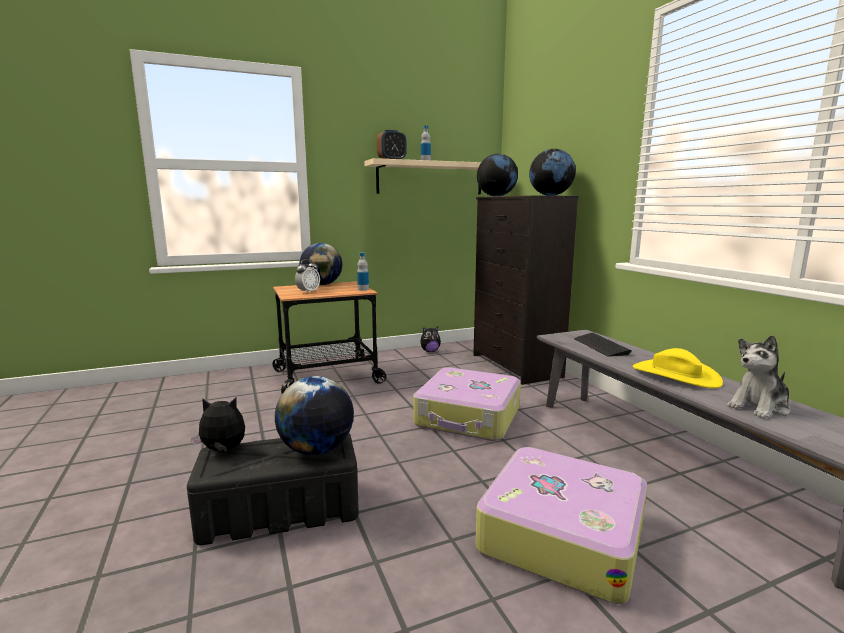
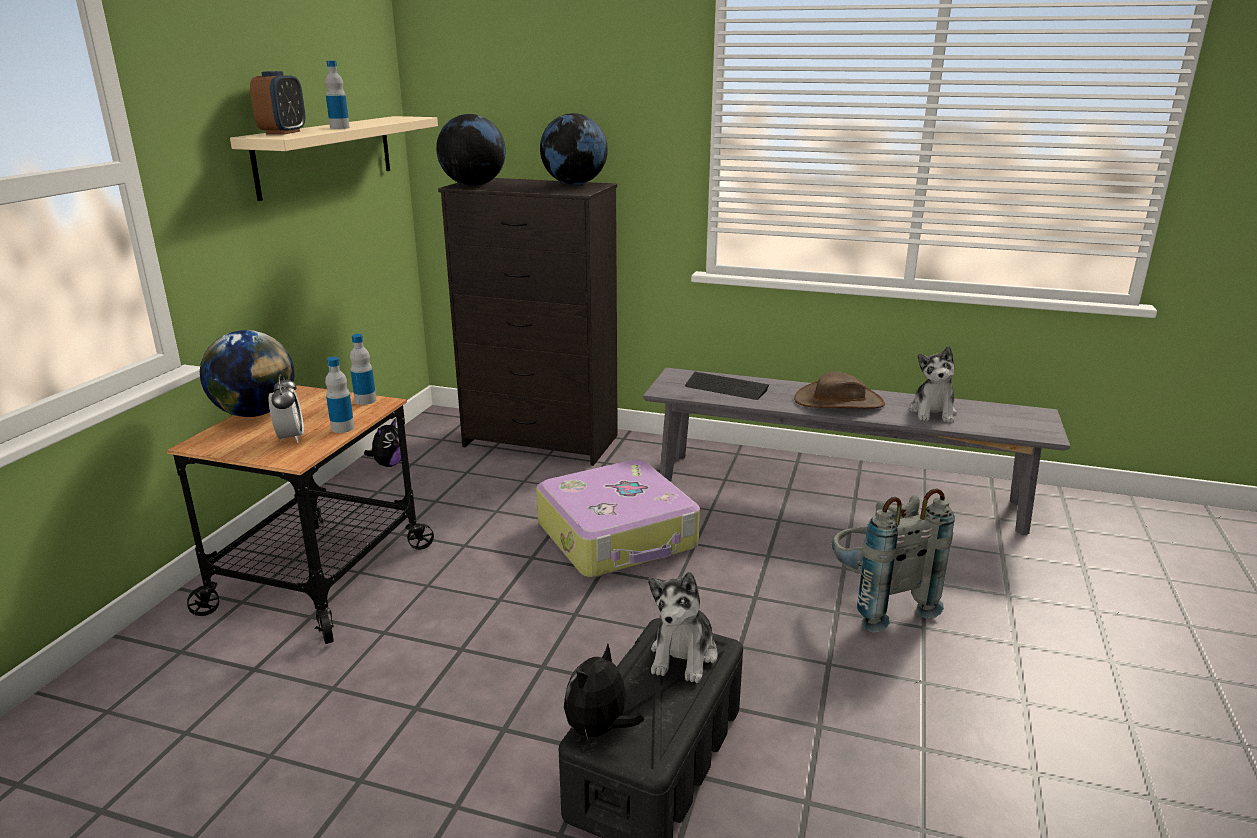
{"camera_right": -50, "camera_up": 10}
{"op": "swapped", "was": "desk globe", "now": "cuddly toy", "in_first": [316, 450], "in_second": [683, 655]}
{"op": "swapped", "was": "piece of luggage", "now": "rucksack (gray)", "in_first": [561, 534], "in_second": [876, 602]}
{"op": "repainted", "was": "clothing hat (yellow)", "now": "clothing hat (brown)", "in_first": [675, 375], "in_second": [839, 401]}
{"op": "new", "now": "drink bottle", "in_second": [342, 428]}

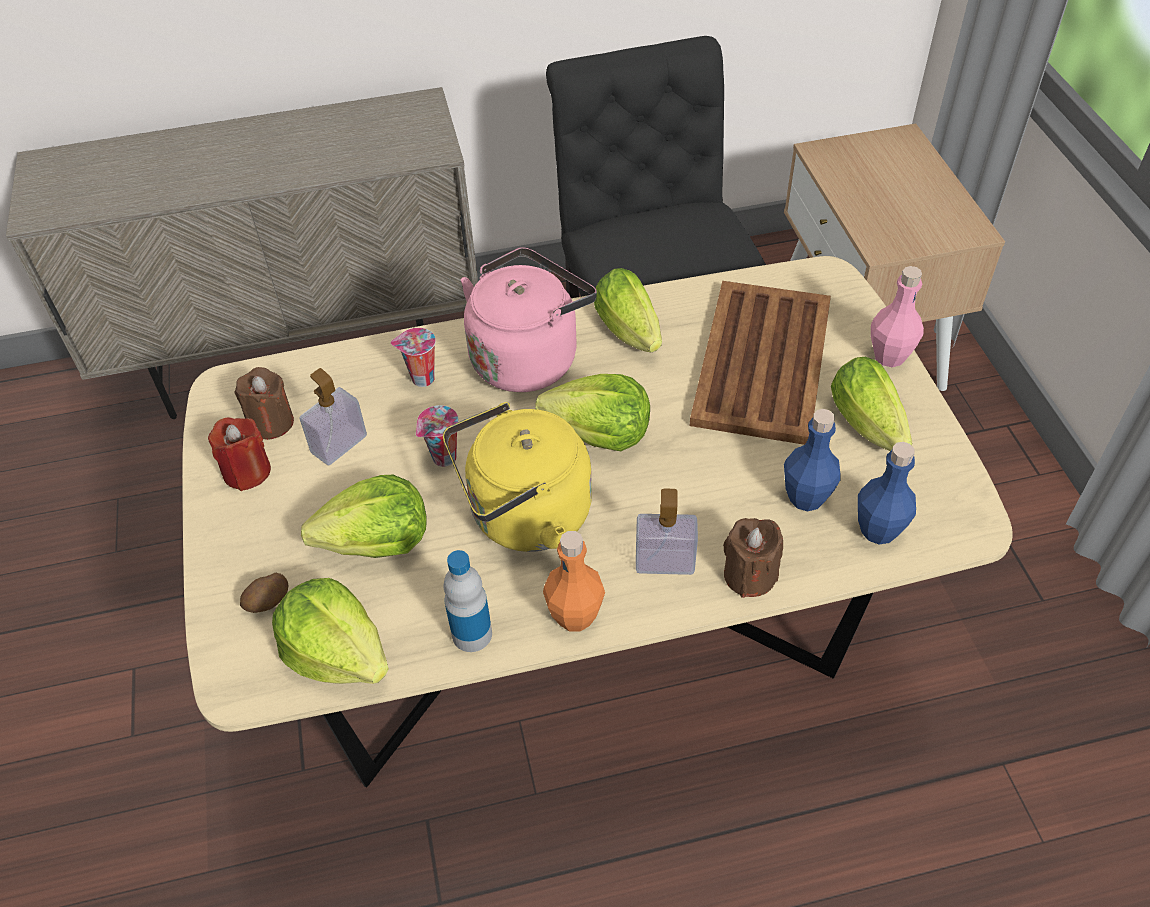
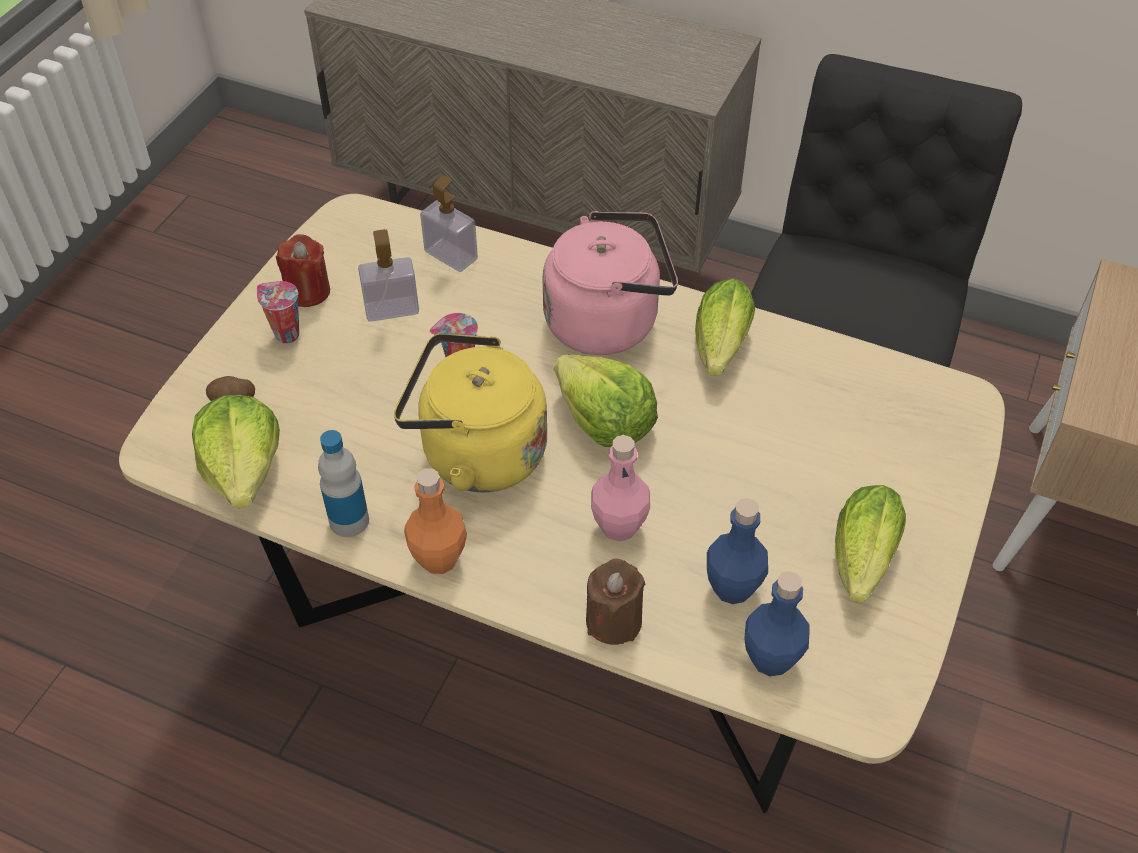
{"camera_right": 35, "camera_up": 0}
{"op": "gone", "was": "candle (brown)", "in_first": [271, 422]}
{"op": "gone", "was": "lettuce head", "in_first": [377, 542]}
{"op": "shifted", "was": "small cup", "in_first": [421, 379], "in_second": [285, 334]}
{"op": "shifted", "was": "liquid soap bottle", "in_first": [664, 562], "in_second": [451, 255]}
{"op": "gone", "was": "carrying tray (brown)", "in_first": [763, 360]}
{"op": "shifted", "was": "drink bottle (pink)", "in_first": [889, 356], "in_second": [619, 526]}

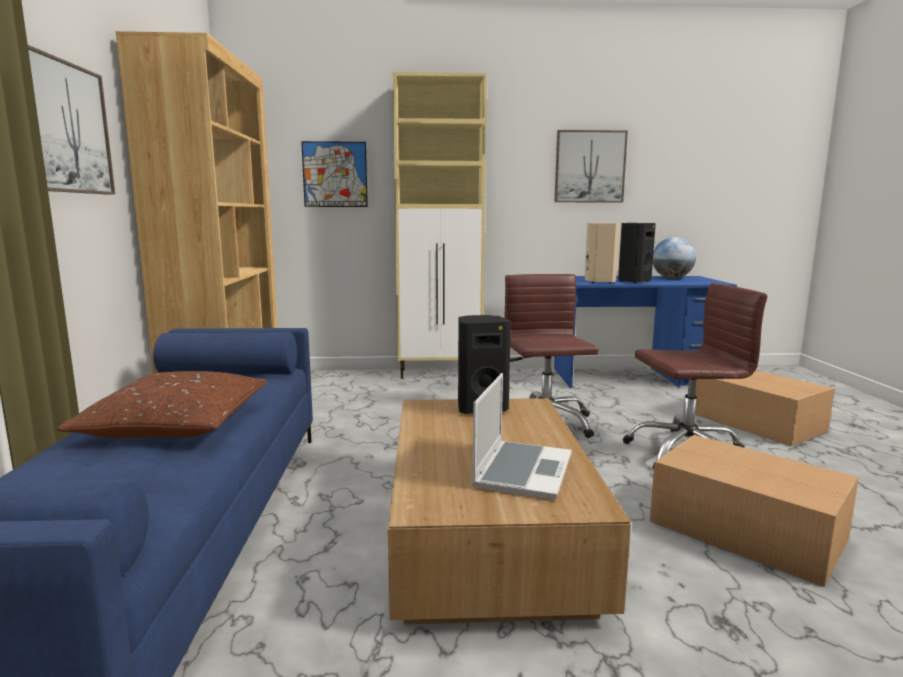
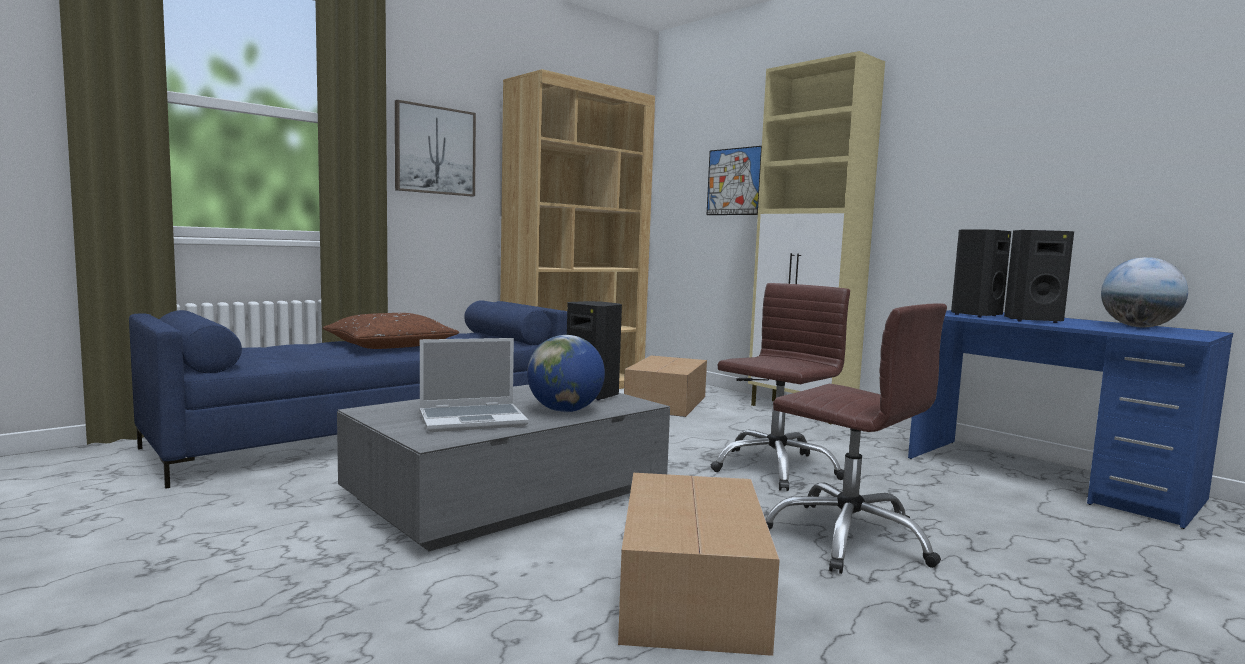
{"camera_right": 50, "camera_up": -5}
{"op": "repainted", "was": "lounge table (brown)", "now": "lounge table (gray)", "in_first": [487, 531], "in_second": [510, 493]}
{"op": "gone", "was": "wall art", "in_first": [589, 167]}
{"op": "repainted", "was": "audio speaker (beige)", "now": "audio speaker (blackish)", "in_first": [599, 281], "in_second": [974, 315]}
{"op": "shifted", "was": "carton", "in_first": [755, 421], "in_second": [667, 403]}
{"op": "new", "now": "desk globe", "in_second": [565, 411]}

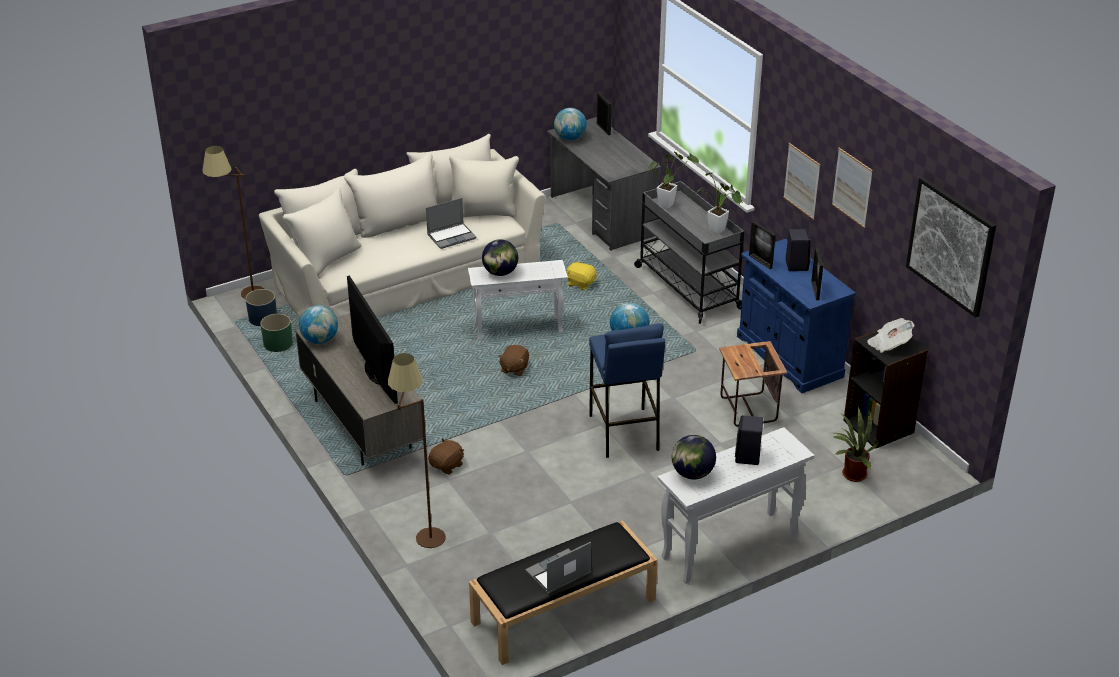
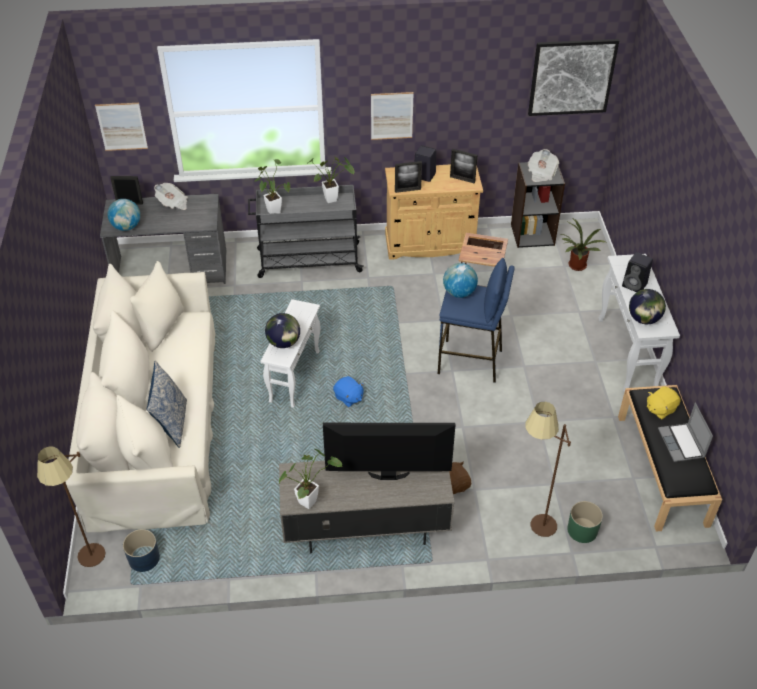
{"camera_right": -65, "camera_up": 10}
{"op": "shifted", "was": "flower pot (greenish)", "in_first": [278, 344], "in_second": [582, 530]}
{"op": "swapped", "was": "desk globe", "now": "plant in a pot", "in_first": [320, 340], "in_second": [310, 499]}
{"op": "gone", "was": "notebook computer", "in_first": [451, 236]}
{"op": "repainted", "was": "cuddly toy (brown)", "now": "cuddly toy (bluish)", "in_first": [514, 369], "in_second": [348, 398]}
{"op": "shifted", "was": "cuddly toy (yellow)", "in_first": [580, 284], "in_second": [660, 409]}
{"op": "repainted", "was": "cupboard (bluish)", "now": "cupboard (beige)", "in_first": [789, 356], "in_second": [430, 244]}
{"op": "shifted", "was": "wall art", "in_first": [852, 187], "in_second": [122, 126]}
{"op": "new", "now": "cushion", "in_second": [171, 423]}
{"op": "new", "now": "daily paper", "in_second": [173, 203]}

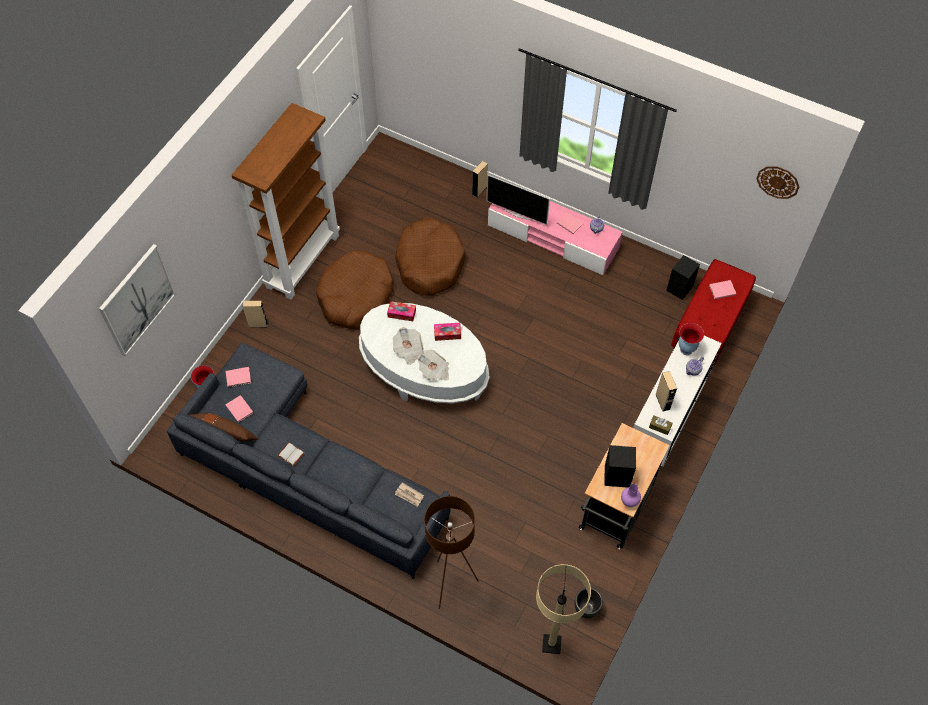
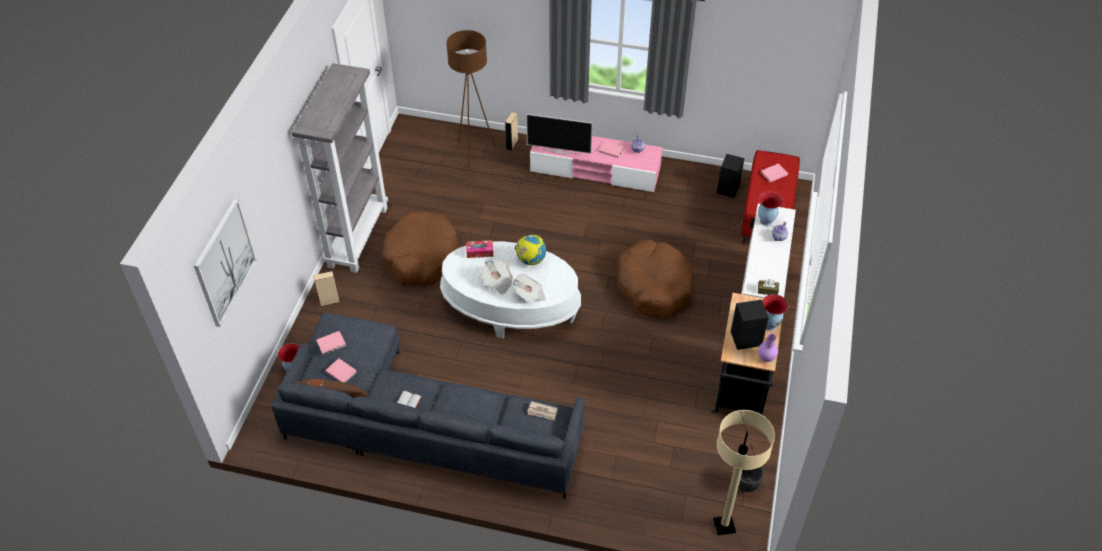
{"camera_right": -15, "camera_up": -10}
{"op": "repainted", "was": "shelving unit (brown)", "now": "shelving unit (gray)", "in_first": [302, 260], "in_second": [357, 236]}
{"op": "shifted", "was": "dog cushion (brown)", "in_first": [429, 263], "in_second": [654, 286]}
{"op": "shifted", "was": "floor lamp (brown)", "in_first": [451, 583], "in_second": [474, 152]}
{"op": "swapped", "was": "tissue box", "now": "desk globe", "in_first": [447, 334], "in_second": [531, 260]}
{"op": "gone", "was": "audio speaker (beige)", "in_first": [662, 401]}
{"op": "gone", "was": "wall clock", "in_first": [778, 182]}
{"op": "new", "now": "vase", "in_second": [769, 325]}

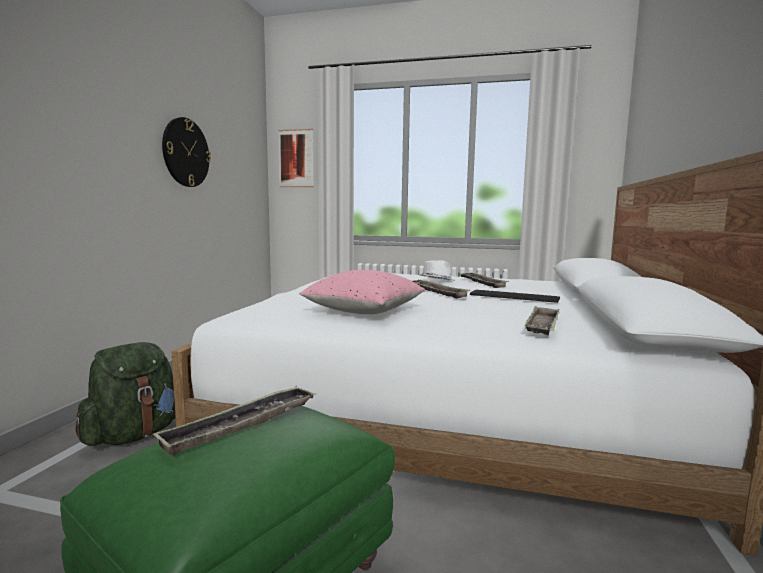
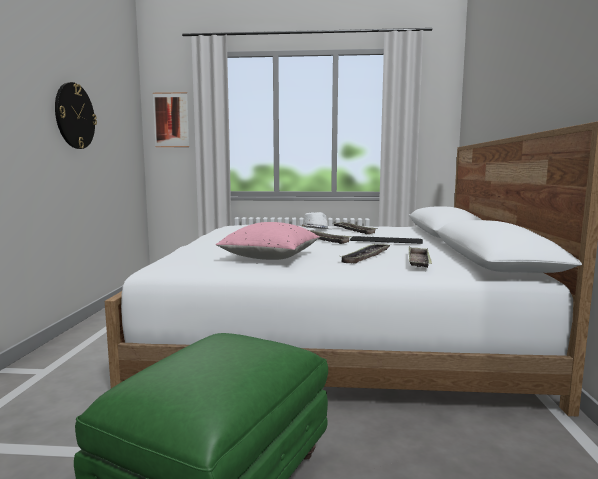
{"camera_right": -10, "camera_up": 0}
{"op": "gone", "was": "rucksack (greenish)", "in_first": [135, 435]}
{"op": "shifted", "was": "carrying tray", "in_first": [242, 425], "in_second": [366, 257]}

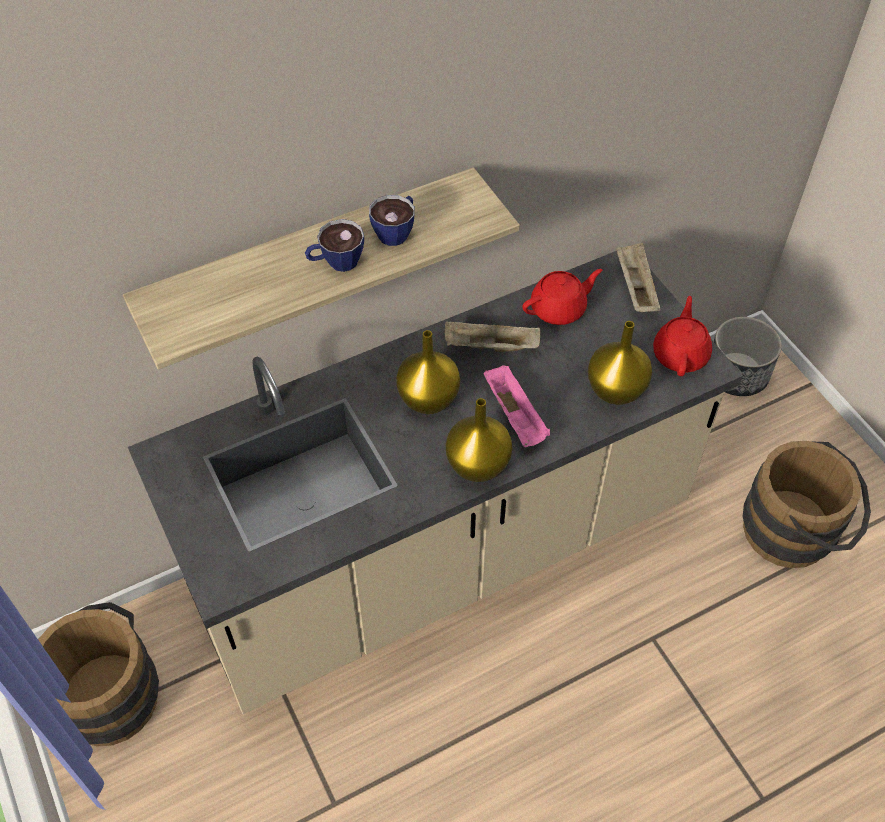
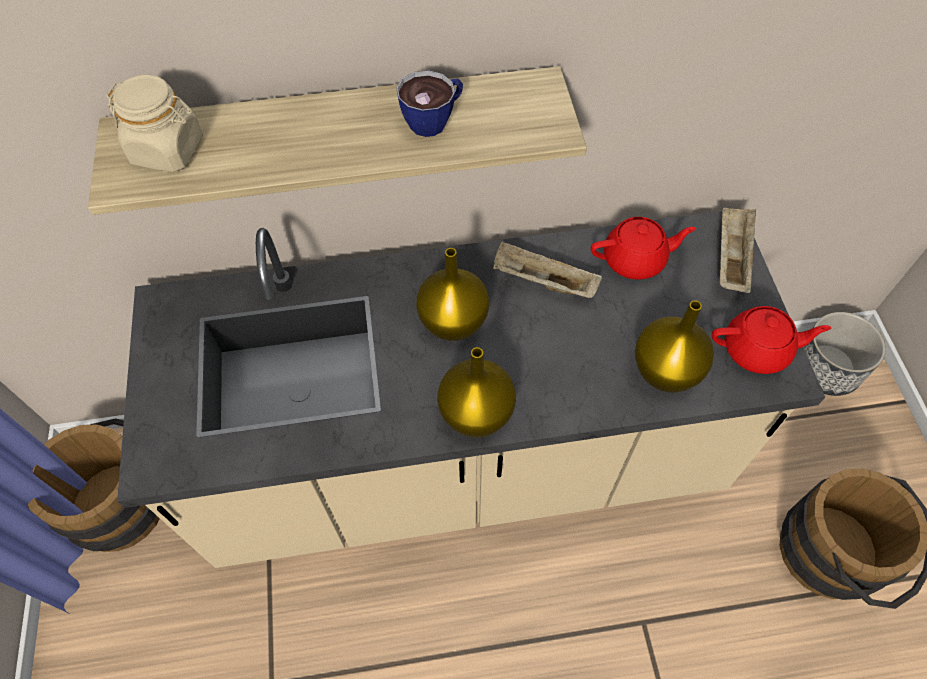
{"camera_right": 20, "camera_up": 5}
{"op": "gone", "was": "small cup", "in_first": [336, 262]}
{"op": "gone", "was": "carrying tray (pink)", "in_first": [516, 416]}
{"op": "rotated", "was": "pot for tea (red)", "in_first": [680, 354], "in_second": [757, 350], "clockwise": 60}
{"op": "new", "now": "storage jar (beige)", "in_second": [168, 150]}

